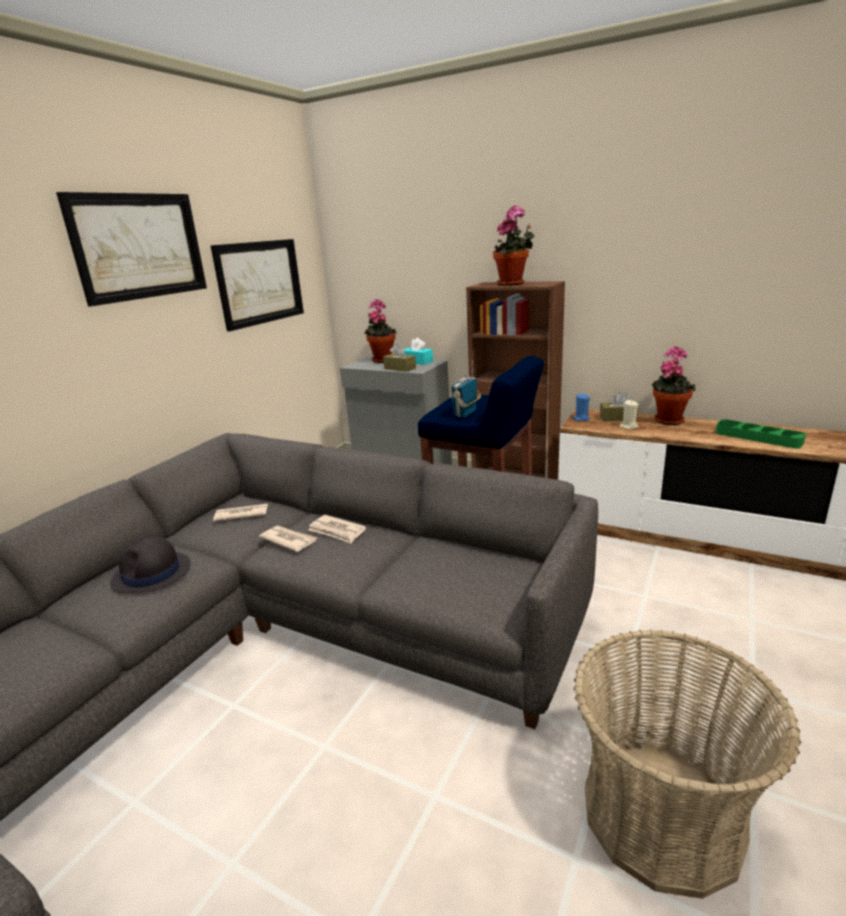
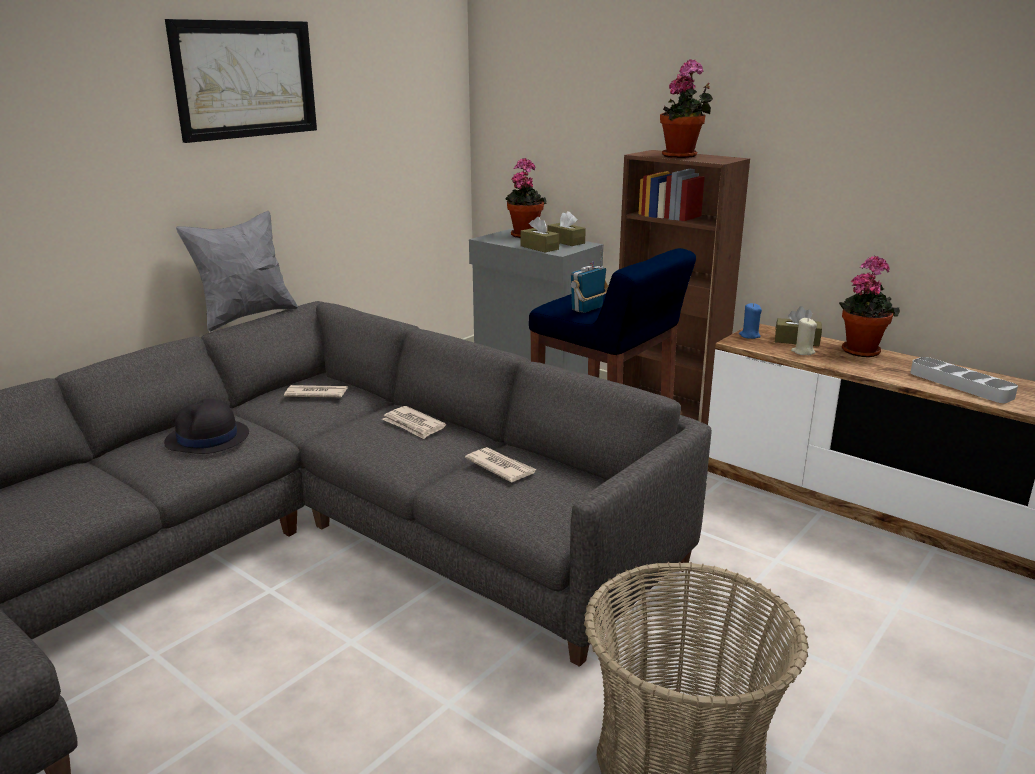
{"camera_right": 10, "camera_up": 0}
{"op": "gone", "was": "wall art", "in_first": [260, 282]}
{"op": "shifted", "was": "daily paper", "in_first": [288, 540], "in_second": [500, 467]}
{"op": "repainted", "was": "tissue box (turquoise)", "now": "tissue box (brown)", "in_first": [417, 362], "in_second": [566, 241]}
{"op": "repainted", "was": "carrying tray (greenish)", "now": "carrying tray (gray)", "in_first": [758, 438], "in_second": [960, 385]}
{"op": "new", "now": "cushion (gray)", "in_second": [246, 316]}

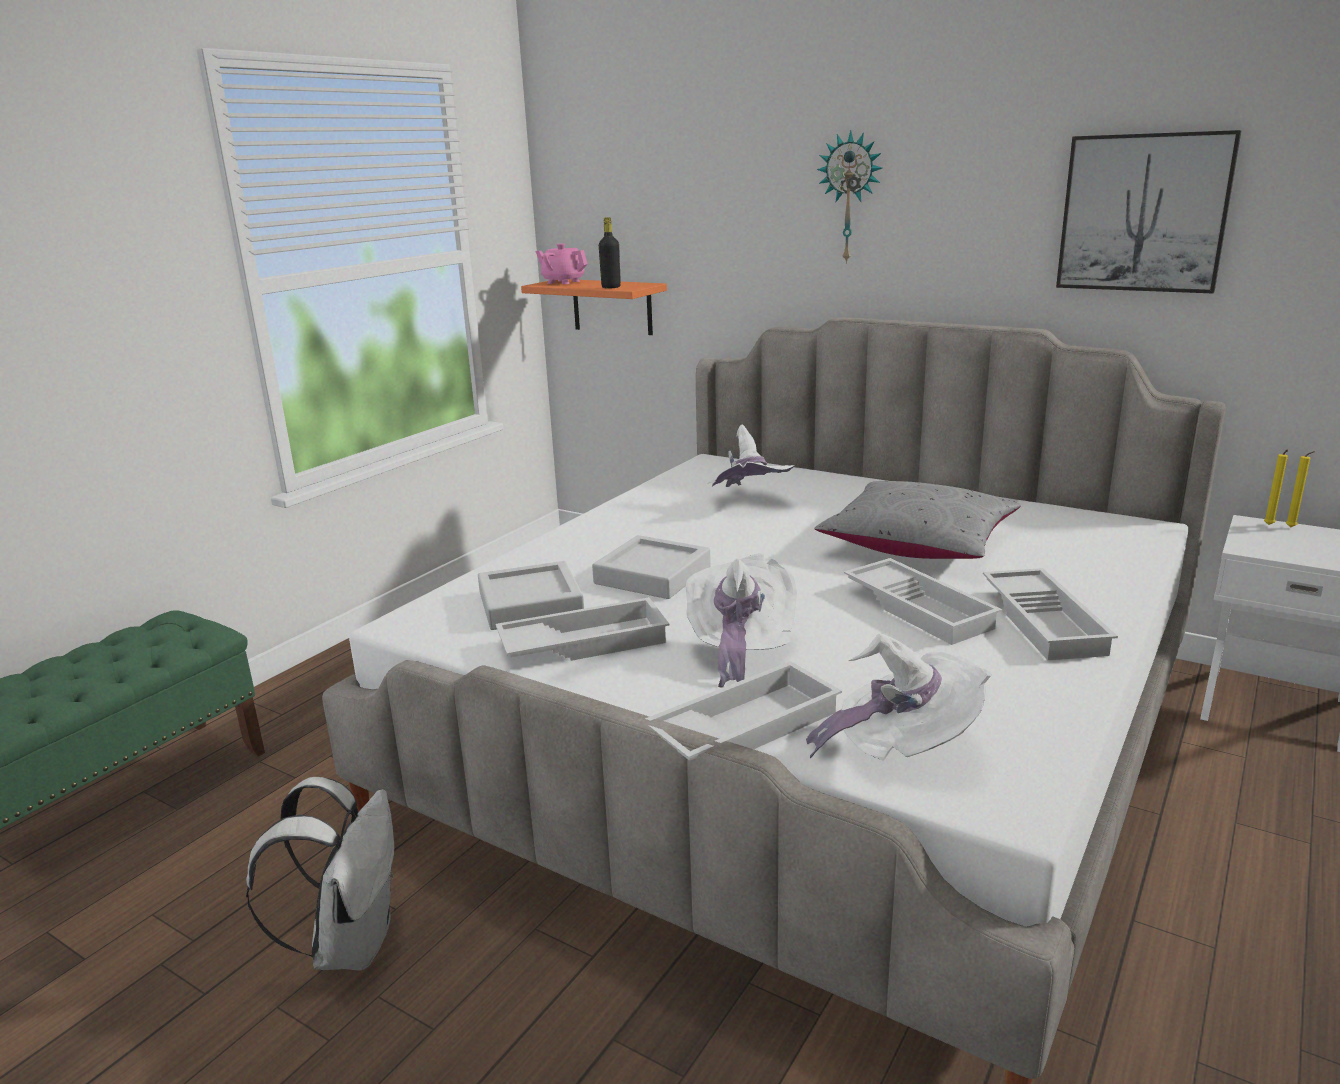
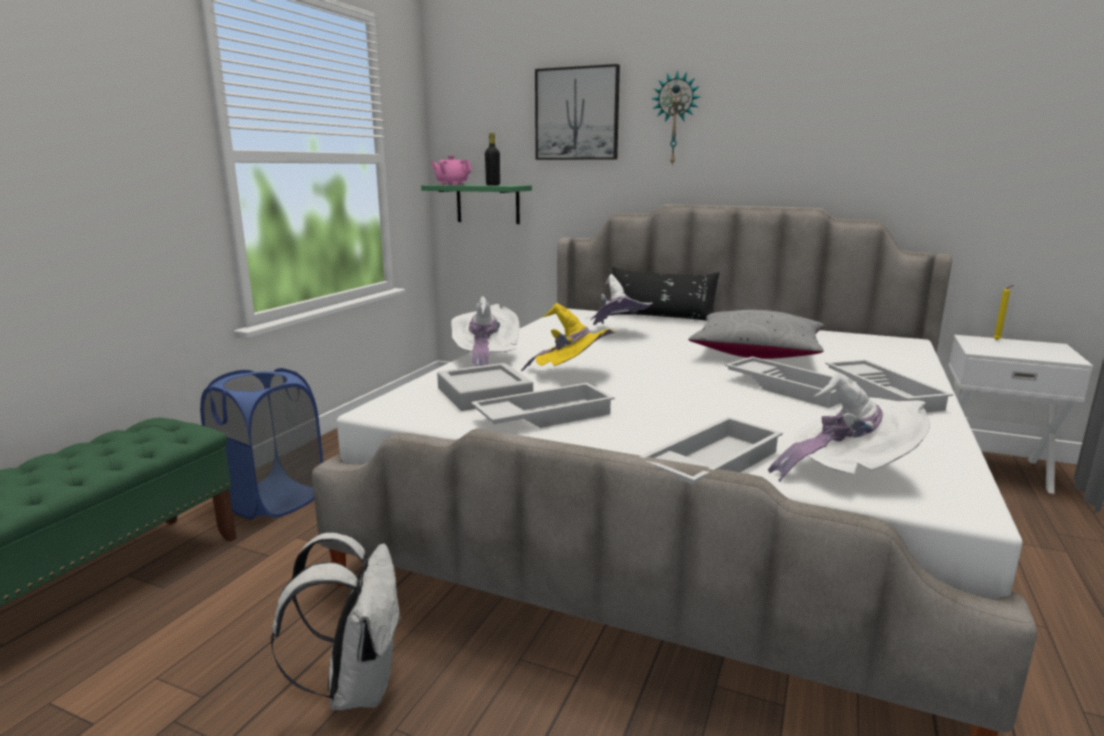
{"camera_right": -10, "camera_up": -5}
{"op": "repainted", "was": "wall shelf (orangey)", "now": "wall shelf (greenish)", "in_first": [612, 306], "in_second": [488, 204]}
{"op": "swapped", "was": "carrying tray (gray)", "now": "clothing hat (yellow)", "in_first": [652, 575], "in_second": [572, 374]}
{"op": "shifted", "was": "clothing hat (whitish)", "in_first": [739, 648], "in_second": [485, 359]}
{"op": "shifted", "was": "wall art", "in_first": [1143, 213], "in_second": [577, 114]}
{"op": "gone", "was": "candle (yellow)", "in_first": [1269, 525]}
{"op": "new", "now": "washing basket (bluish)", "in_second": [271, 500]}
{"op": "new", "now": "cushion (blackish)", "in_second": [660, 317]}

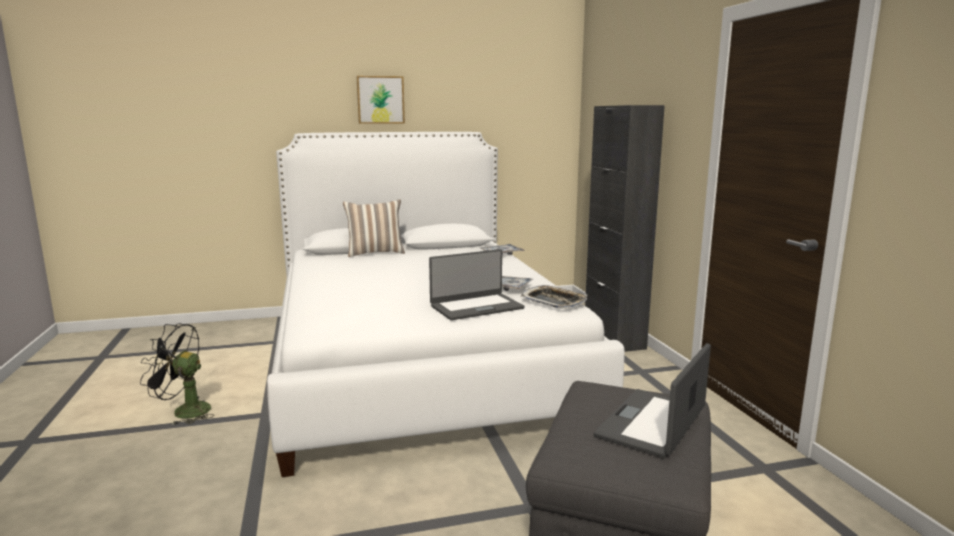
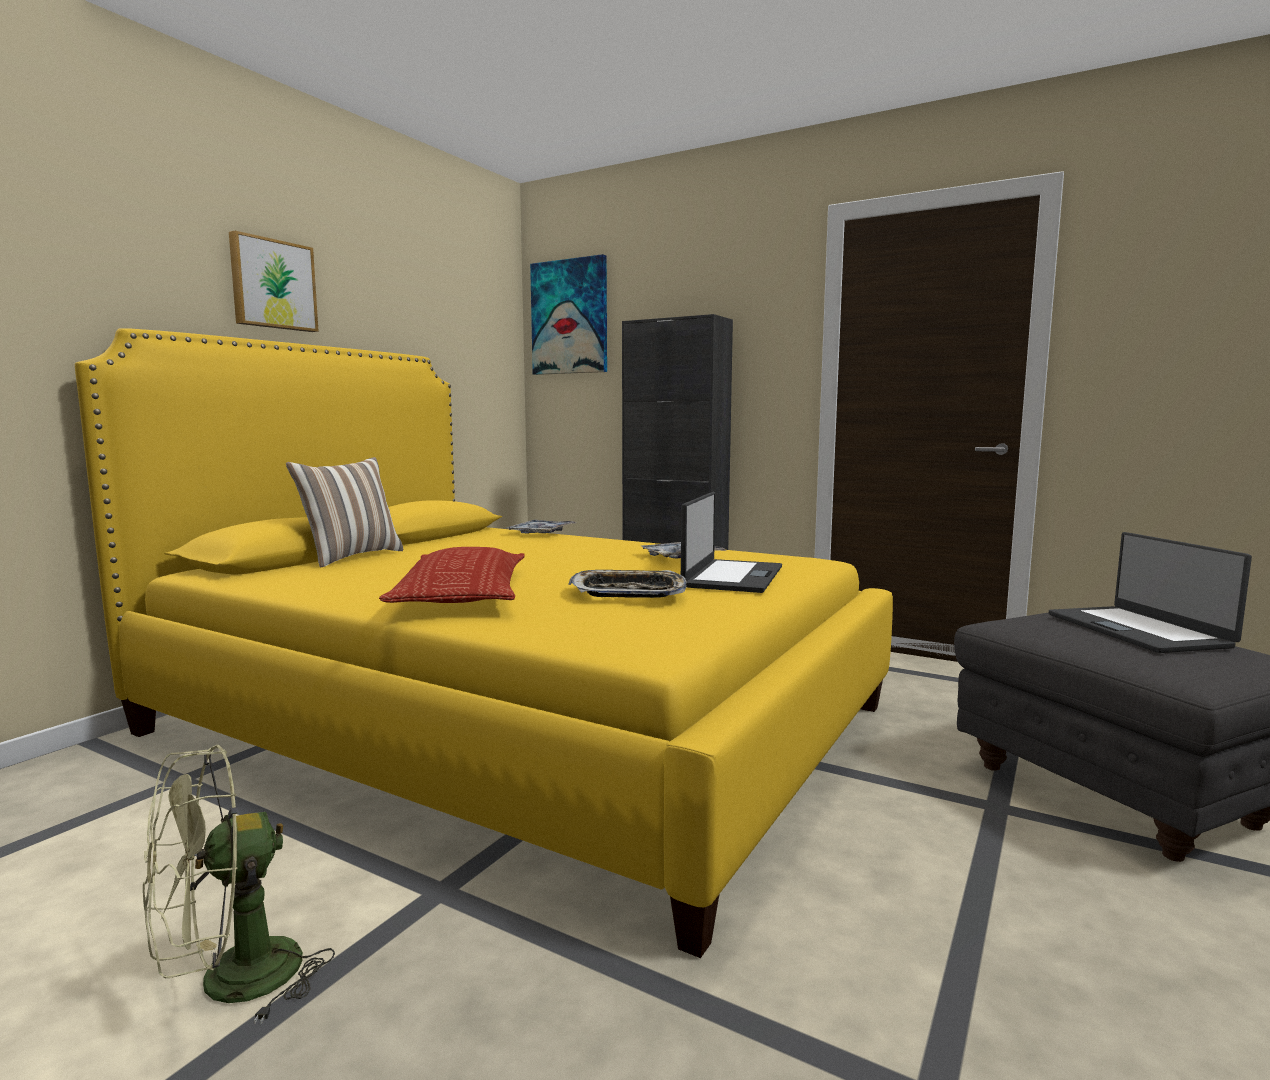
{"camera_right": -45, "camera_up": -5}
{"op": "repainted", "was": "electric fan (blackish)", "now": "electric fan (greenish)", "in_first": [184, 411], "in_second": [230, 984]}
{"op": "repainted", "was": "bed (whitish)", "now": "bed (yellow)", "in_first": [418, 361], "in_second": [516, 720]}
{"op": "shifted", "was": "carrying tray", "in_first": [554, 302], "in_second": [628, 592]}
{"op": "new", "now": "cushion", "in_second": [463, 592]}
{"op": "new", "now": "wall art", "in_second": [570, 317]}

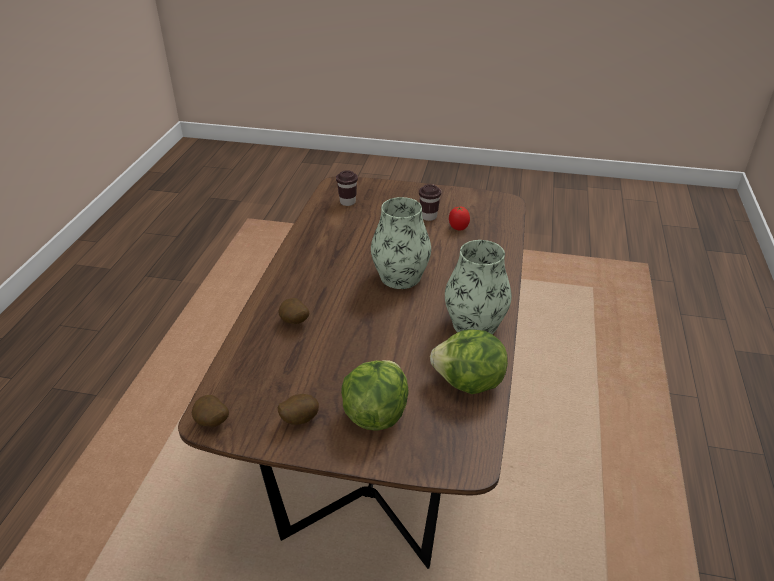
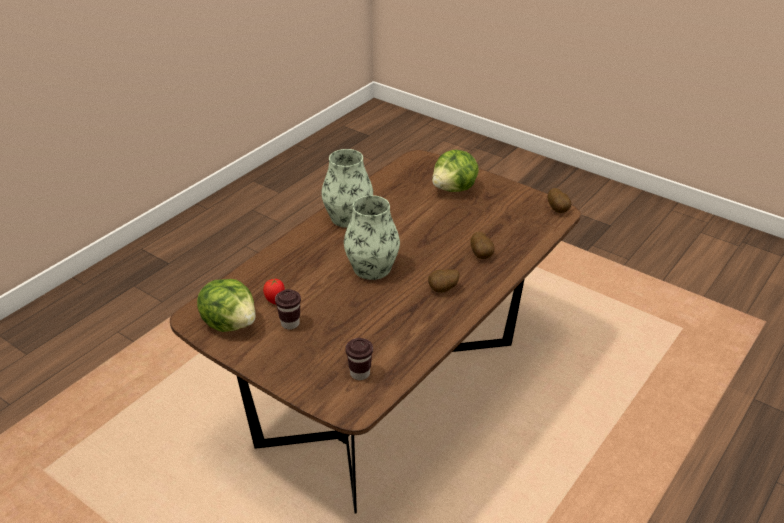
{"camera_right": -155, "camera_up": 0}
{"op": "shifted", "was": "whole potato", "in_first": [298, 419], "in_second": [443, 290]}
{"op": "shifted", "was": "lettuce head", "in_first": [469, 383], "in_second": [230, 323]}

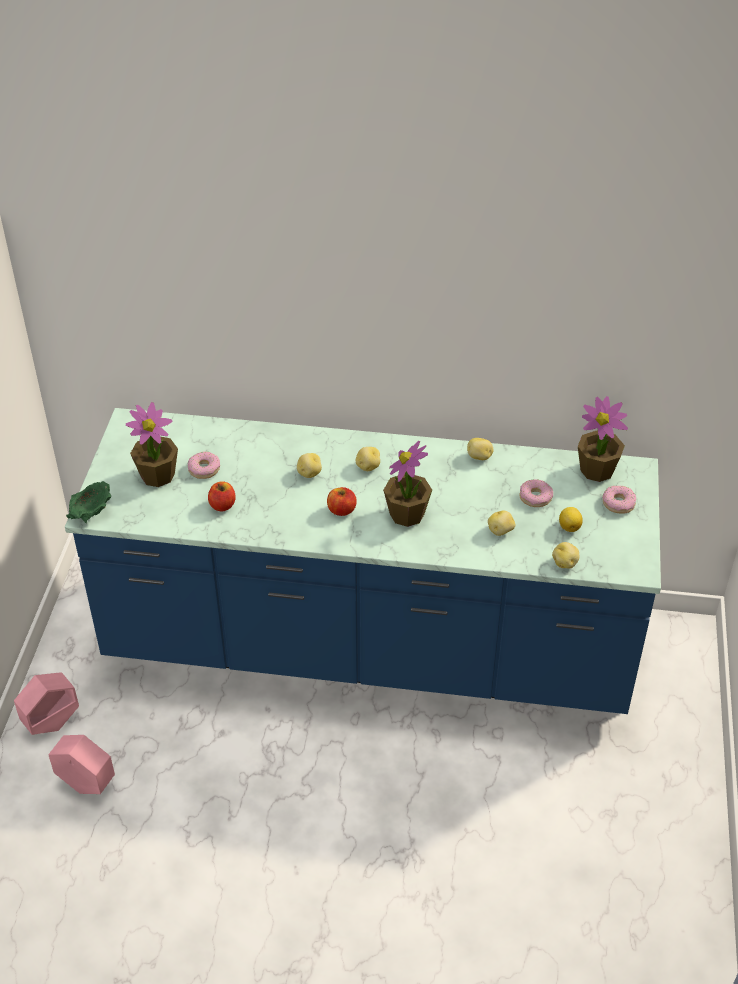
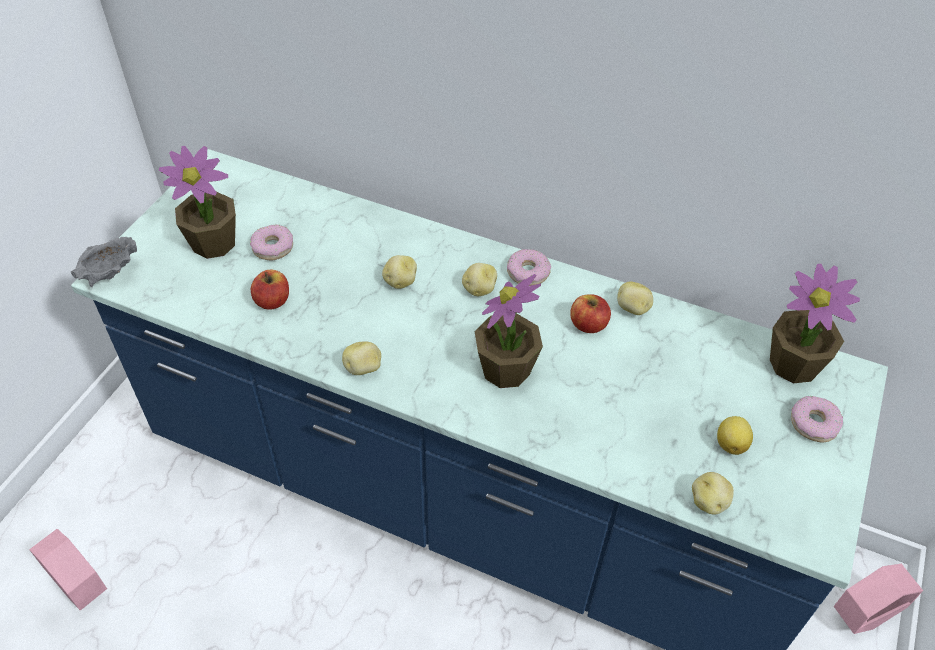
{"camera_right": 15, "camera_up": 5}
{"op": "shifted", "was": "flower pot (pink)", "in_first": [52, 722], "in_second": [863, 615]}
{"op": "repainted", "was": "serving bowl (greenish)", "now": "serving bowl (gray)", "in_first": [91, 513], "in_second": [111, 274]}
{"op": "shifted", "was": "apple", "in_first": [341, 510], "in_second": [588, 324]}
{"op": "shifted", "was": "whole potato", "in_first": [501, 531], "in_second": [363, 368]}
{"op": "shifted", "was": "ring doughnut", "in_first": [535, 497], "in_second": [528, 272]}

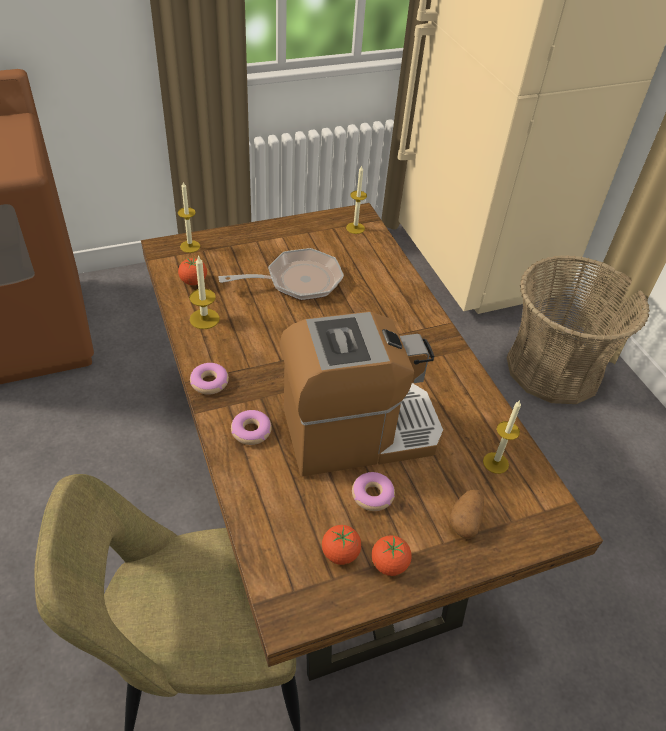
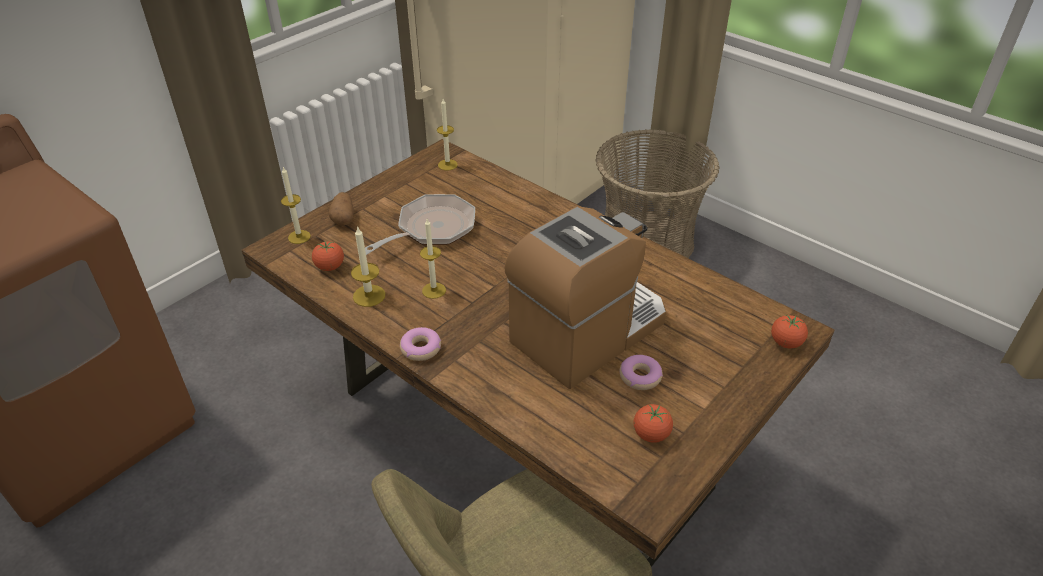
{"camera_right": -25, "camera_up": -5}
{"op": "gone", "was": "ring doughnut", "in_first": [251, 431]}
{"op": "shifted", "was": "fresh tomato", "in_first": [389, 564], "in_second": [786, 343]}
{"op": "shifted", "was": "whole potato", "in_first": [465, 520], "in_second": [344, 218]}
{"op": "shifted", "was": "candle", "in_first": [495, 463], "in_second": [434, 290]}

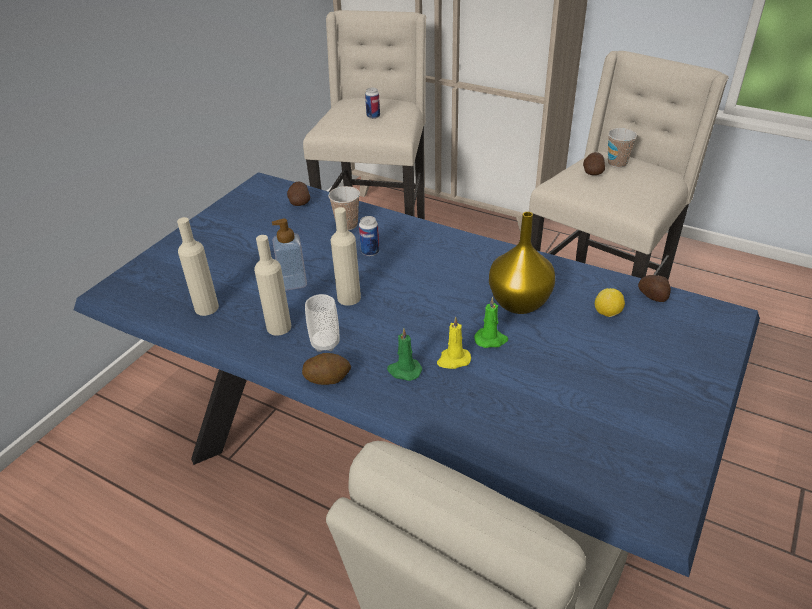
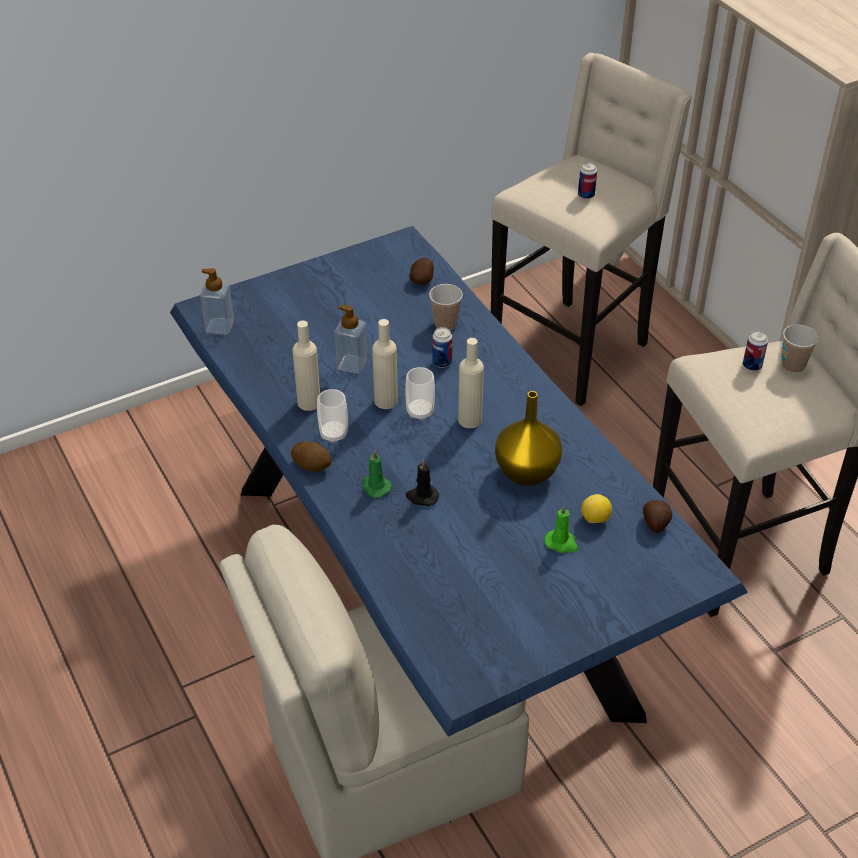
{"camera_right": 30, "camera_up": 5}
{"op": "shifted", "was": "drink bottle (beige)", "in_first": [206, 308], "in_second": [469, 420]}
{"op": "repainted", "was": "candle (yellow)", "now": "candle (blackish)", "in_first": [453, 360], "in_second": [422, 496]}
{"op": "shifted", "was": "candle (greenish)", "in_first": [491, 339], "in_second": [561, 543]}
{"op": "swapped", "was": "whole potato", "now": "can", "in_first": [592, 172], "in_second": [752, 365]}
{"op": "new", "now": "liquid soap bottle", "in_second": [220, 327]}
{"op": "new", "now": "small cup", "in_second": [420, 412]}

